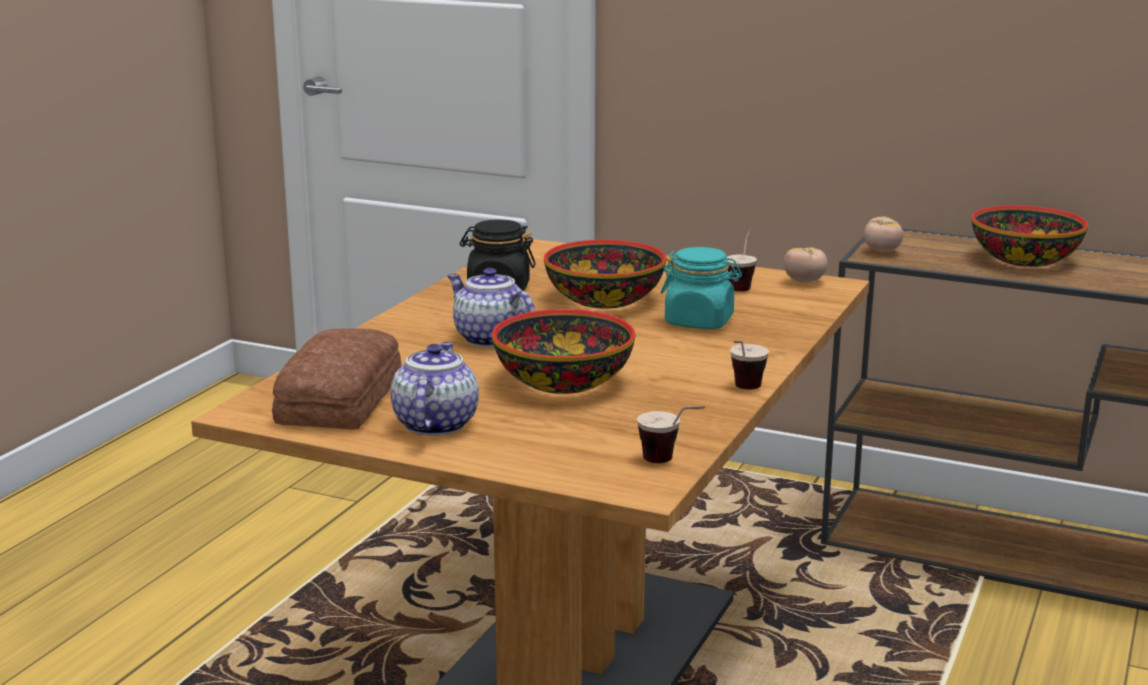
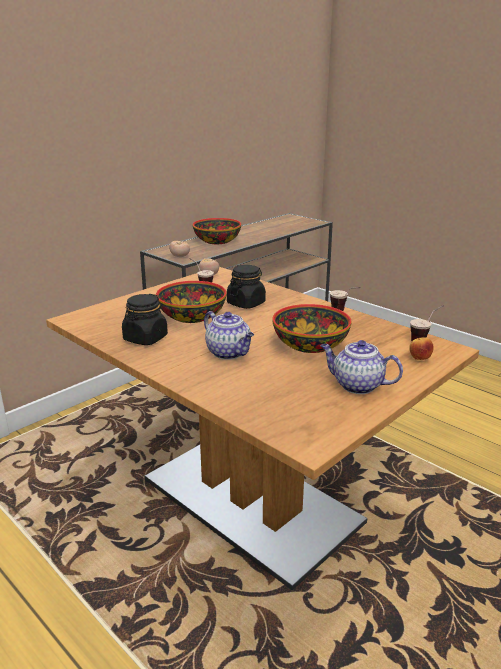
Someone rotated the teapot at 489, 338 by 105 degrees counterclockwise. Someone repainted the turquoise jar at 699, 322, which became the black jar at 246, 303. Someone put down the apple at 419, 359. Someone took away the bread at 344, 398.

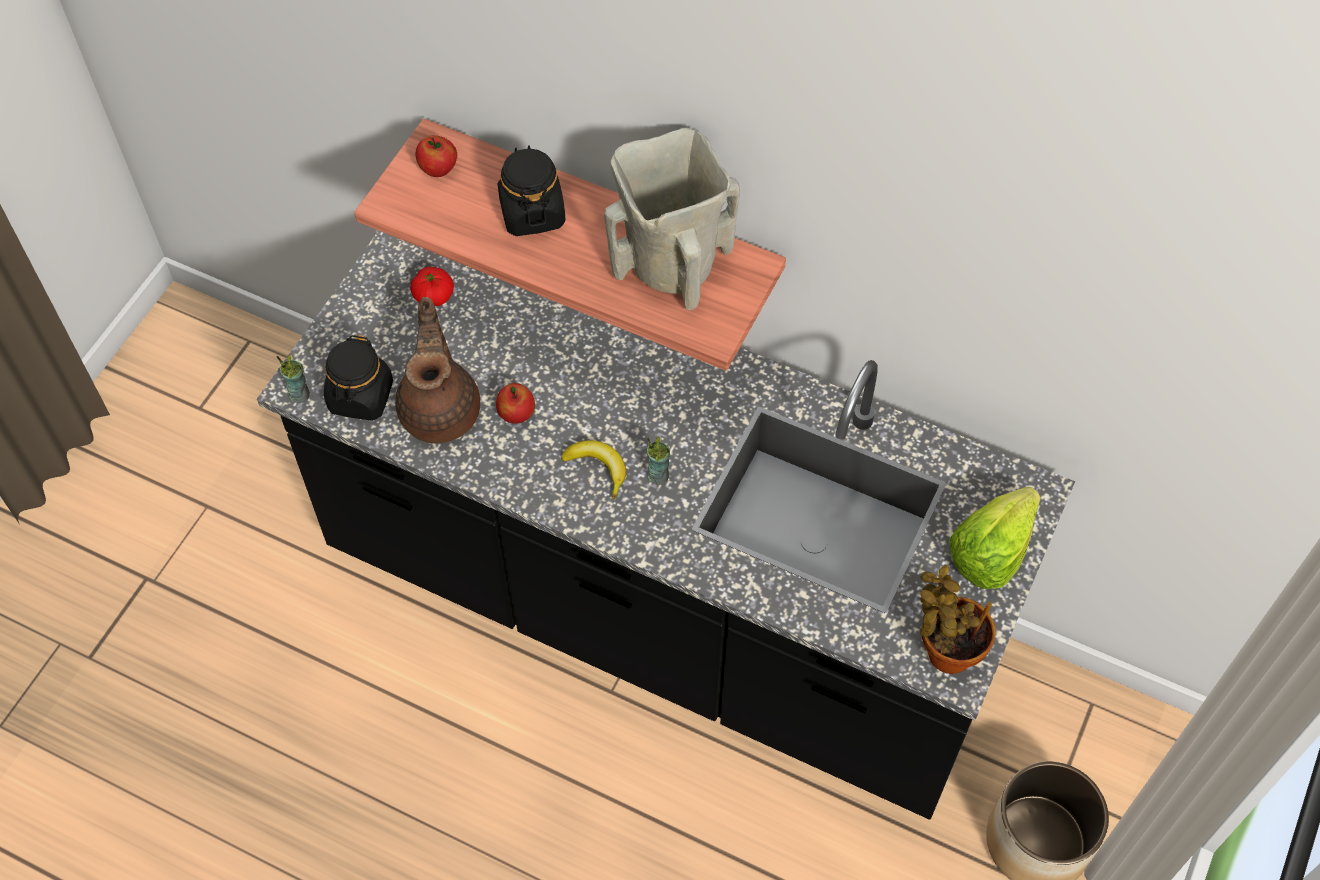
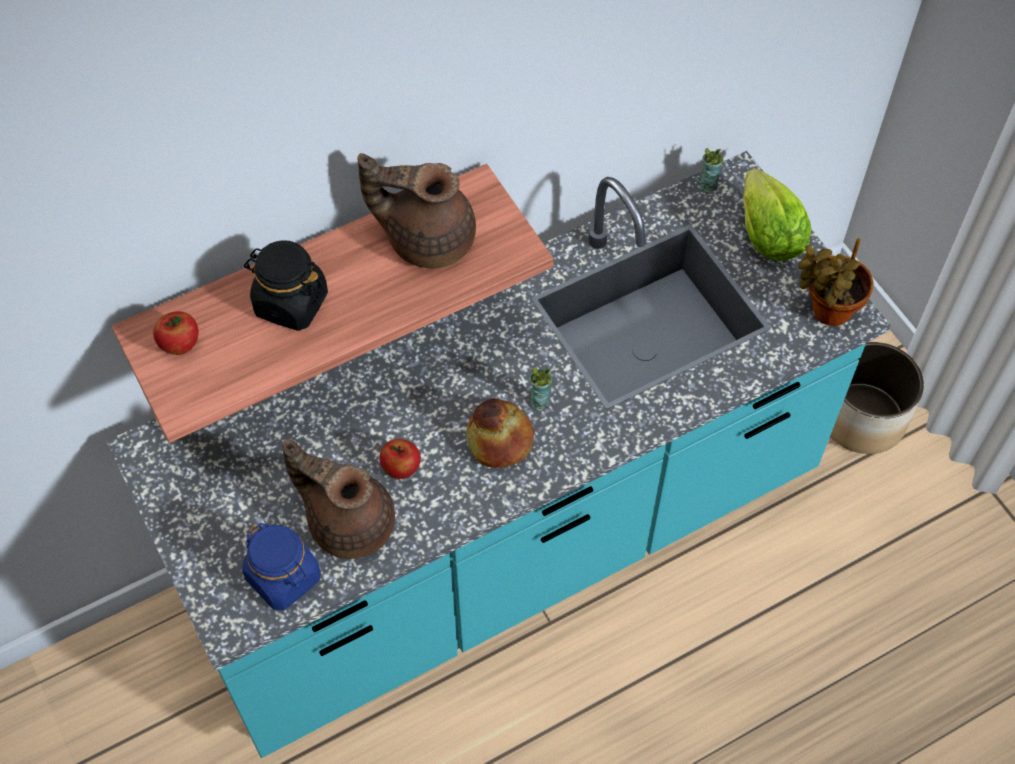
Someone repainted the black counter at 660, 611, which became the turquoise counter at 507, 543. Someone repainted the black jar at 361, 397, which became the blue jar at 284, 578. Someone swapped the beige vase at 671, 262 for the brown teapot at 427, 238. Someone swapped the banana at 598, 468 for the bread at 500, 439. Someone carried the cup from 299, 394 to 707, 185. Someone took away the tomato at 433, 296.

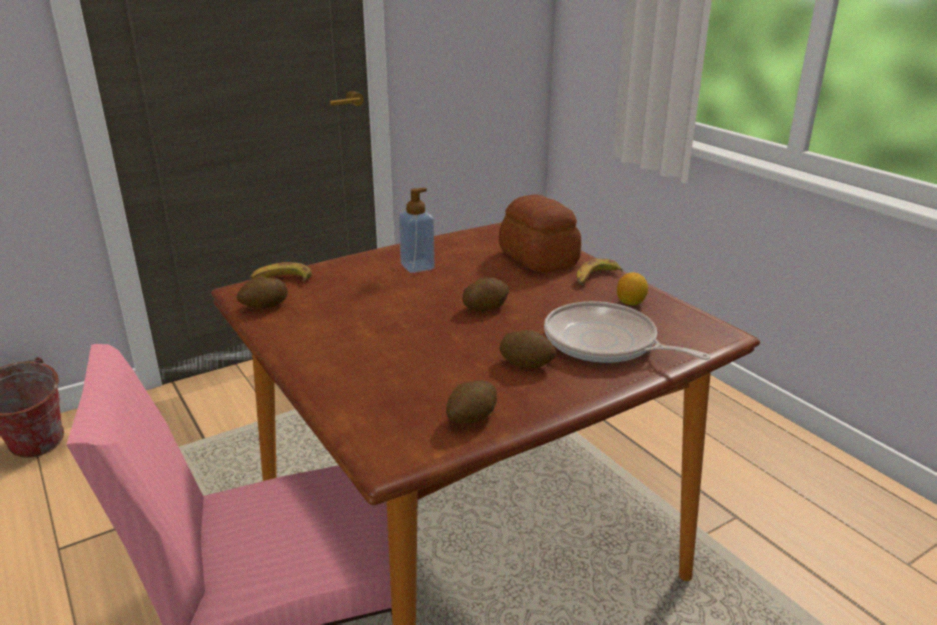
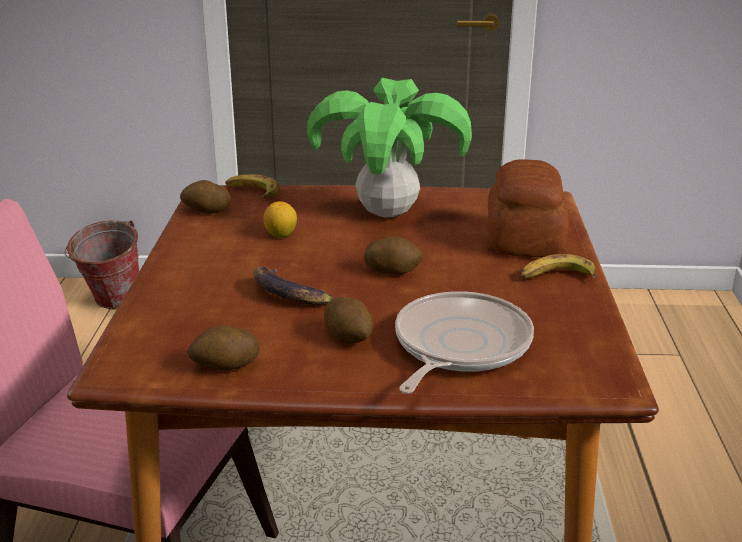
Someone put down the banana at 288, 293. Someone carried the lemon from 630, 303 to 281, 235. Someone swapped the soap dispenser at 417, 266 for the potted plant at 386, 213. Someone rotated the frying pan at 605, 343 by 45 degrees clockwise.

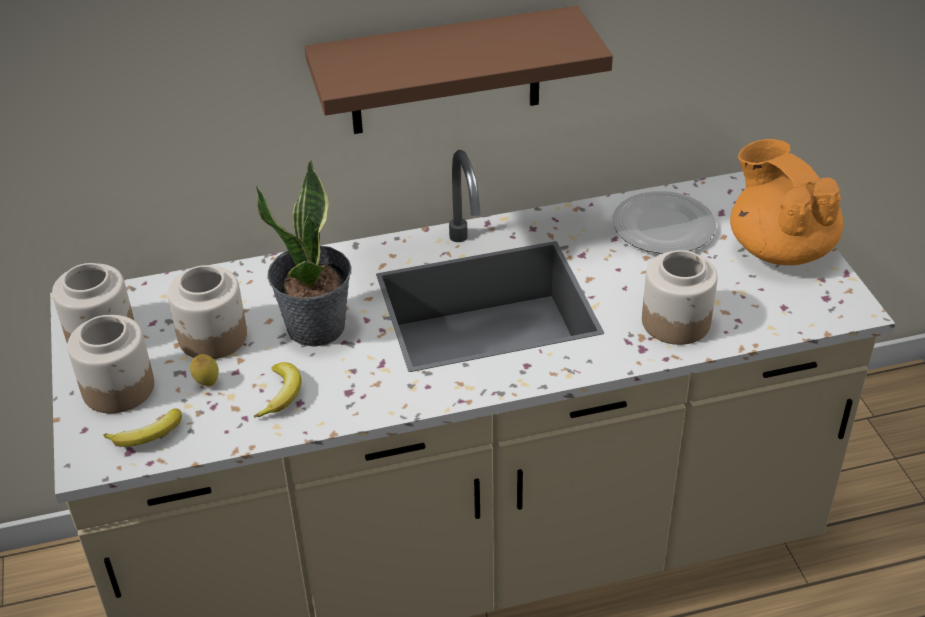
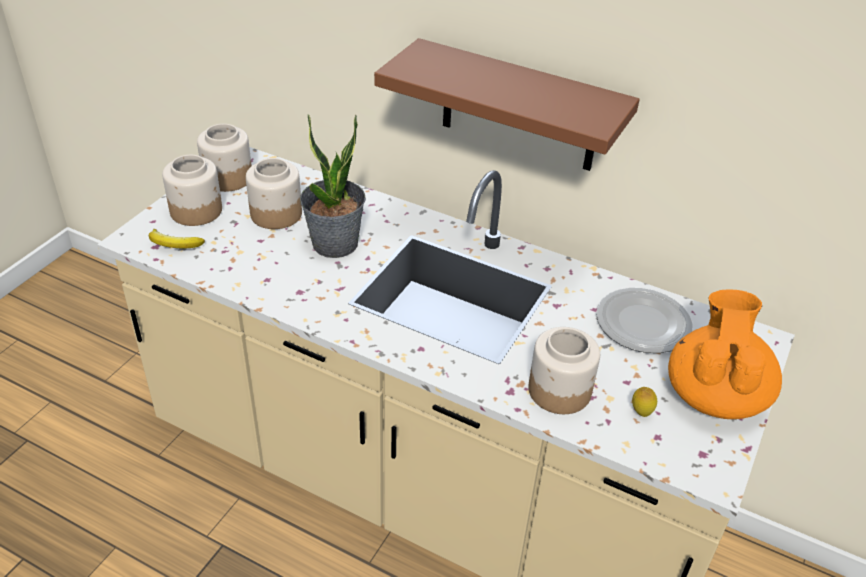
Someone carried the lemon from 207, 383 to 641, 412. Someone took away the banana at 282, 394.

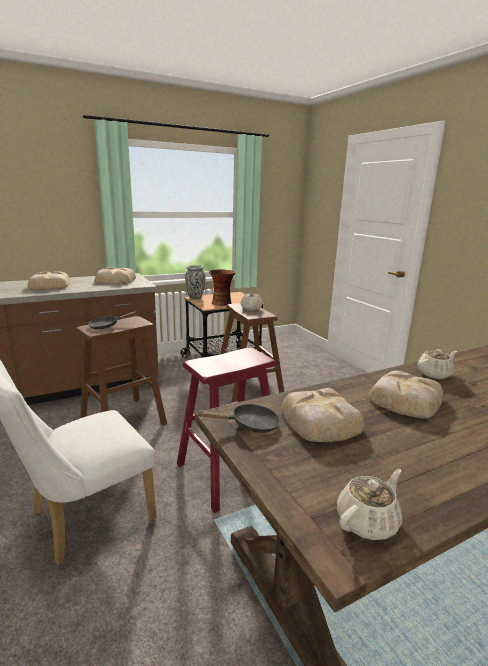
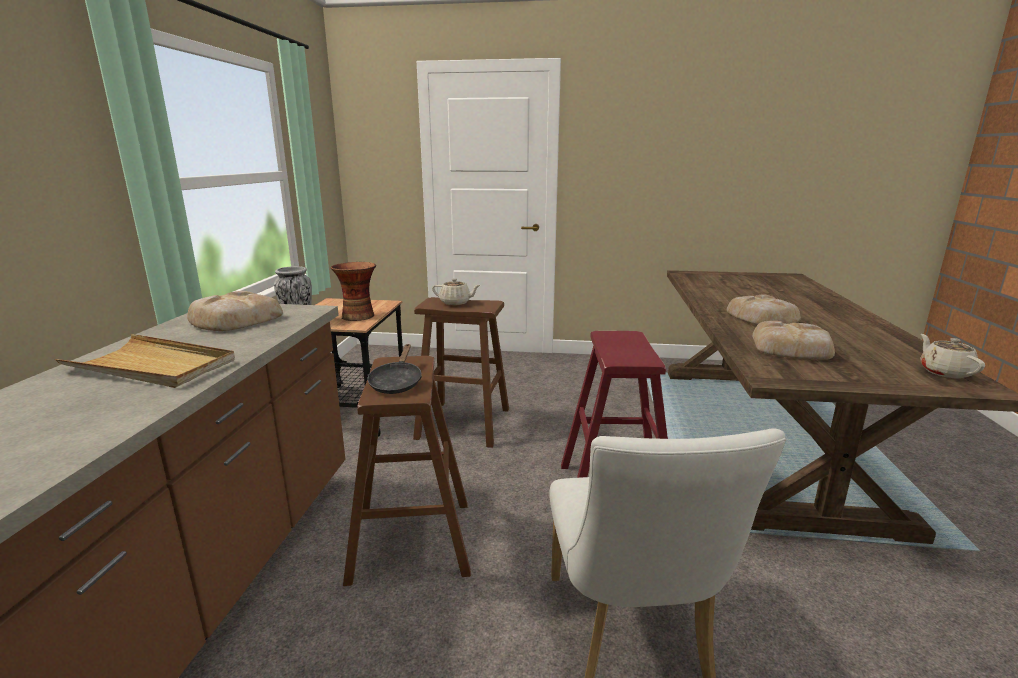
Someone swapped the bread at 49, 286 for the beige tray at 152, 366. Someone took away the black frying pan at 250, 425. Someone took away the beige teapot at 434, 374.

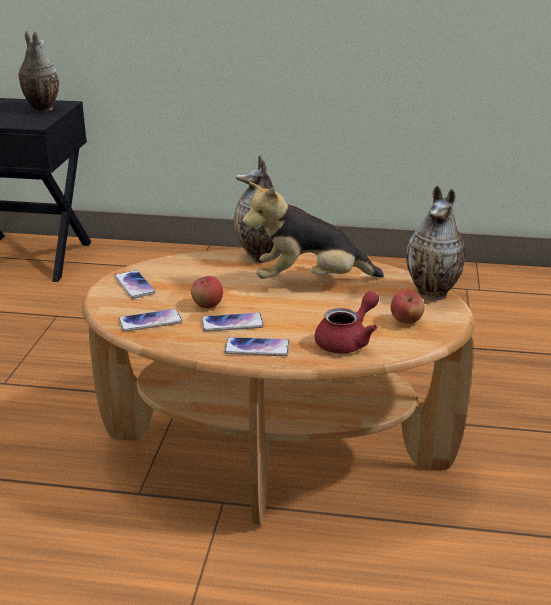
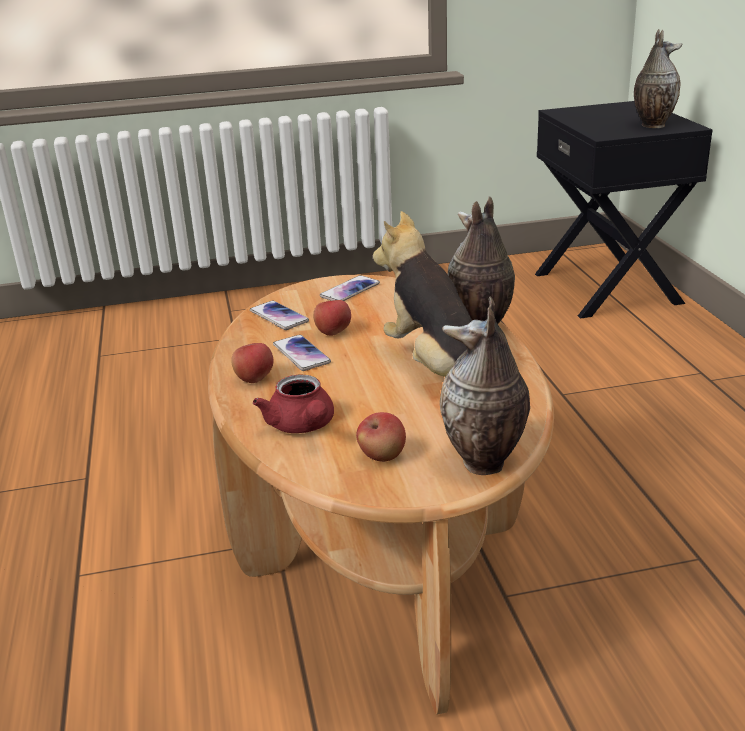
Someone swapped the phone at 257, 348 for the apple at 254, 379. Someone rotated the red teapot at 347, 341 by 45 degrees clockwise.

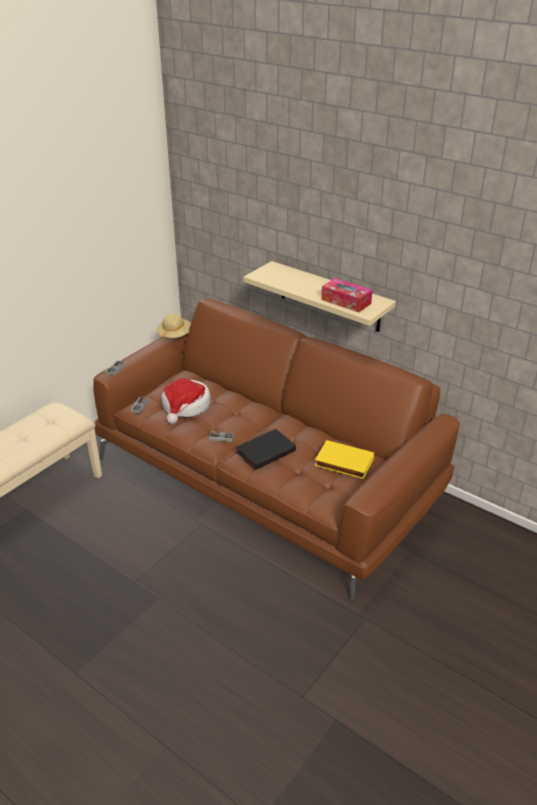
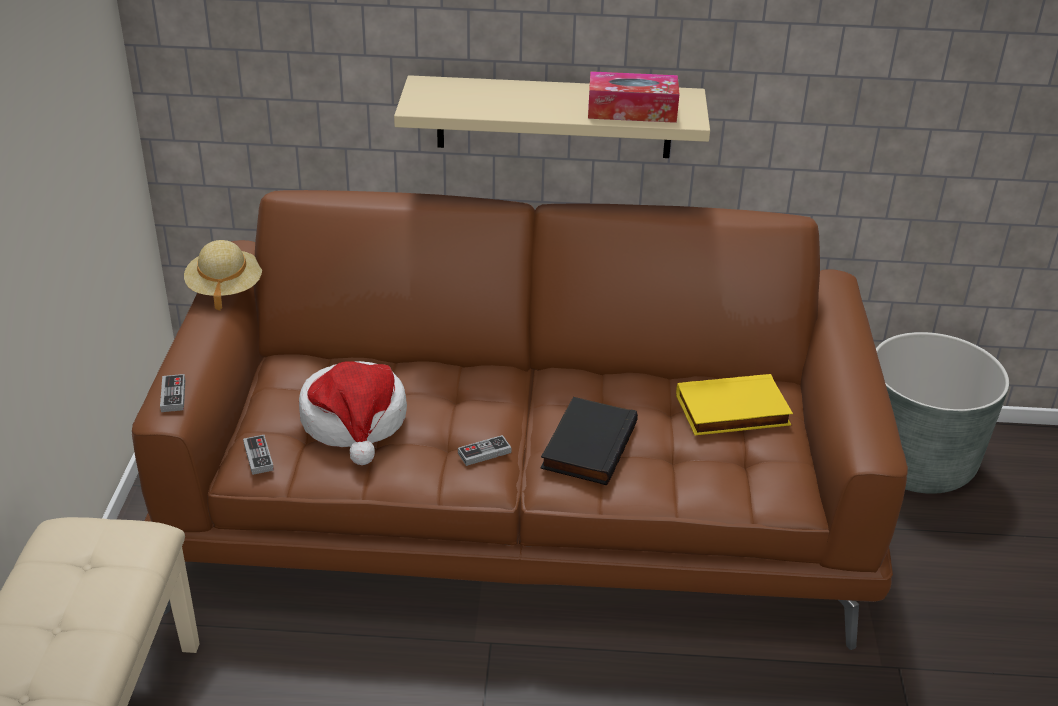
Someone put down the grey planter at 915, 462.

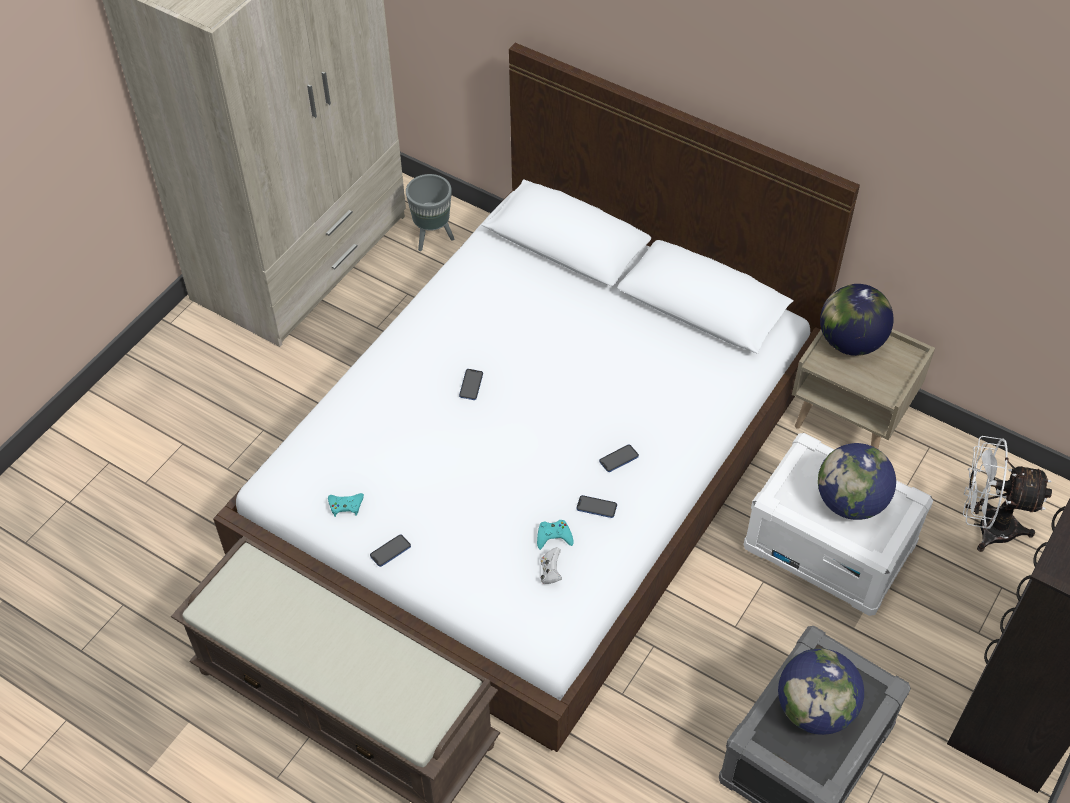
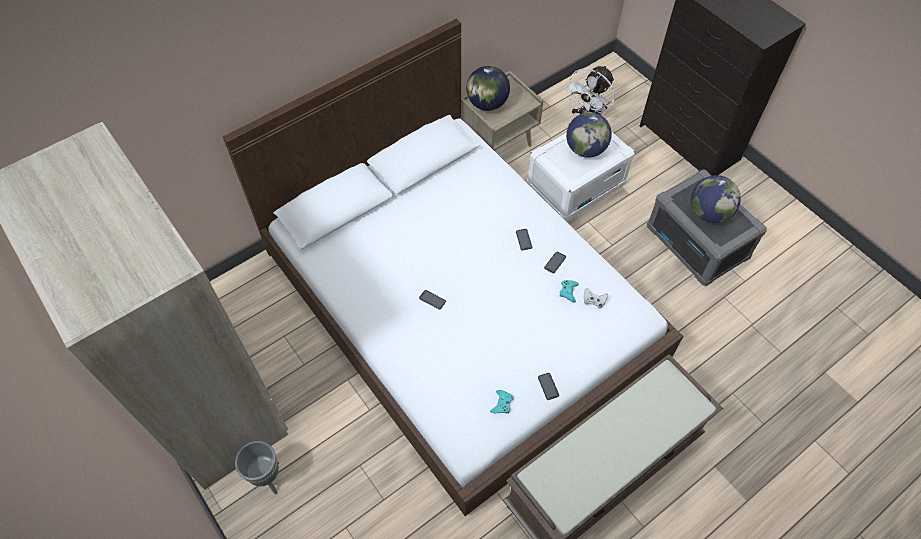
Someone carried the grey planter from 432, 238 to 268, 478.

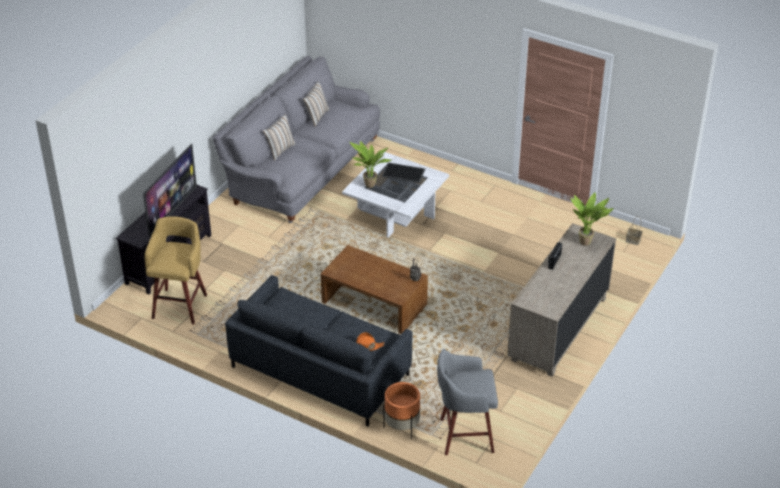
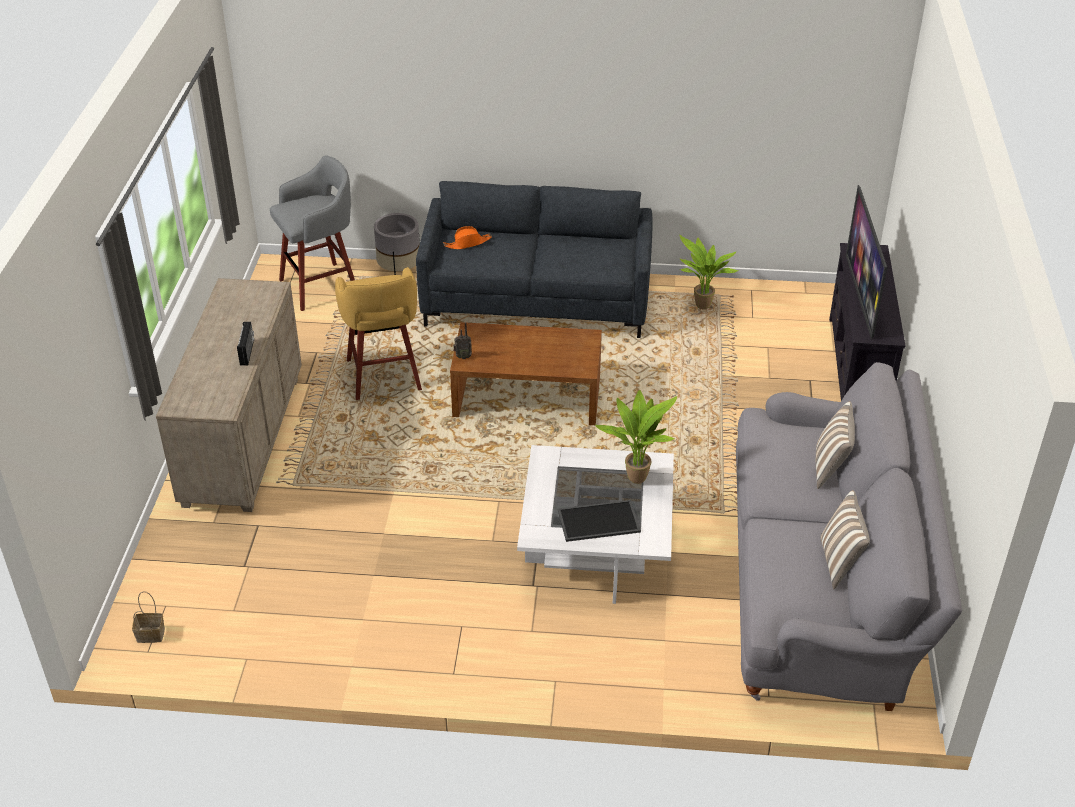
Someone carried the yellow stool from 180, 305 to 384, 377. Someone repainted the orange planter at 402, 427, which became the grey planter at 399, 274. Someone carried the potted plant from 586, 242 to 701, 307.

